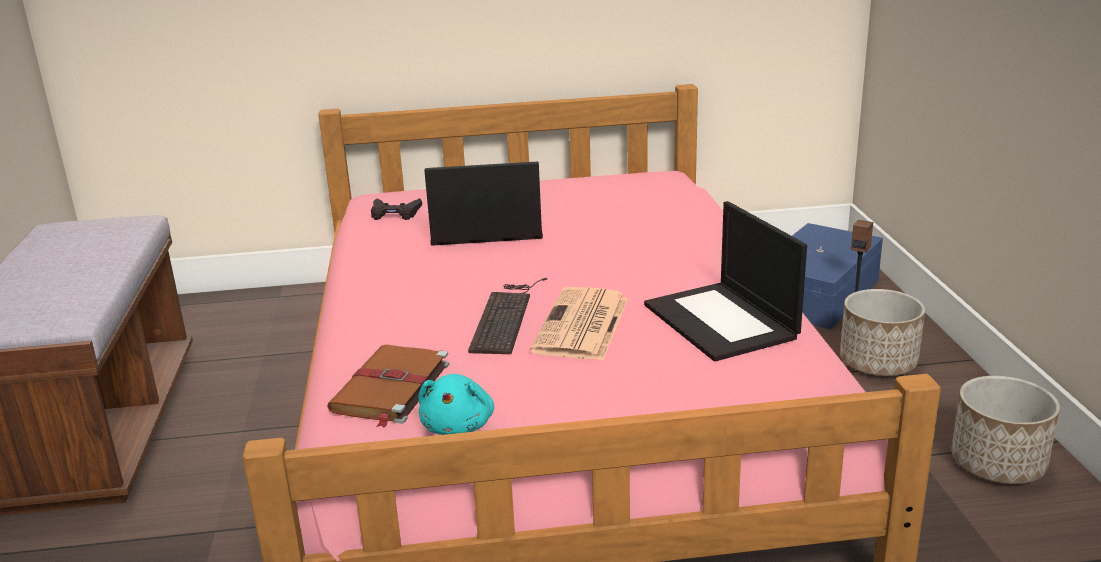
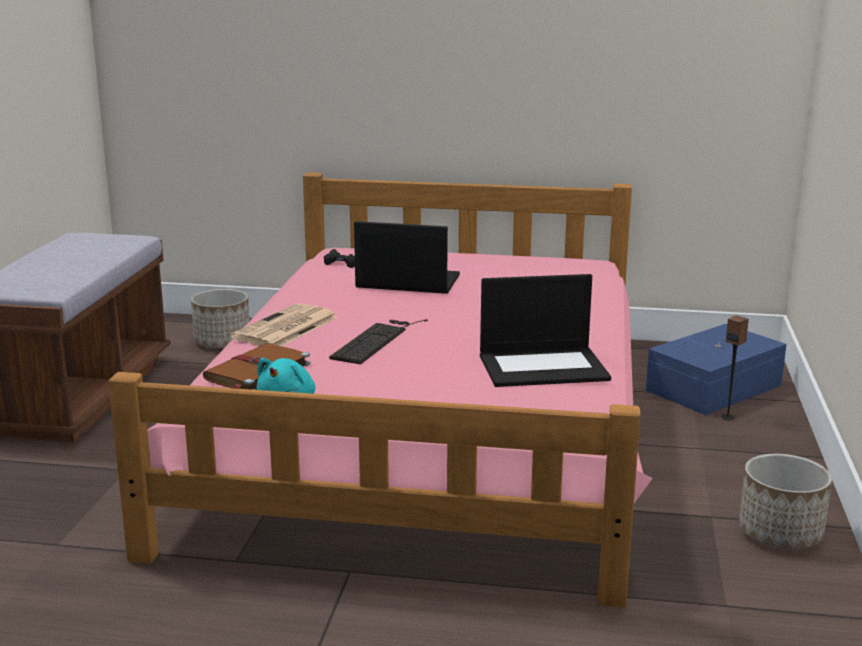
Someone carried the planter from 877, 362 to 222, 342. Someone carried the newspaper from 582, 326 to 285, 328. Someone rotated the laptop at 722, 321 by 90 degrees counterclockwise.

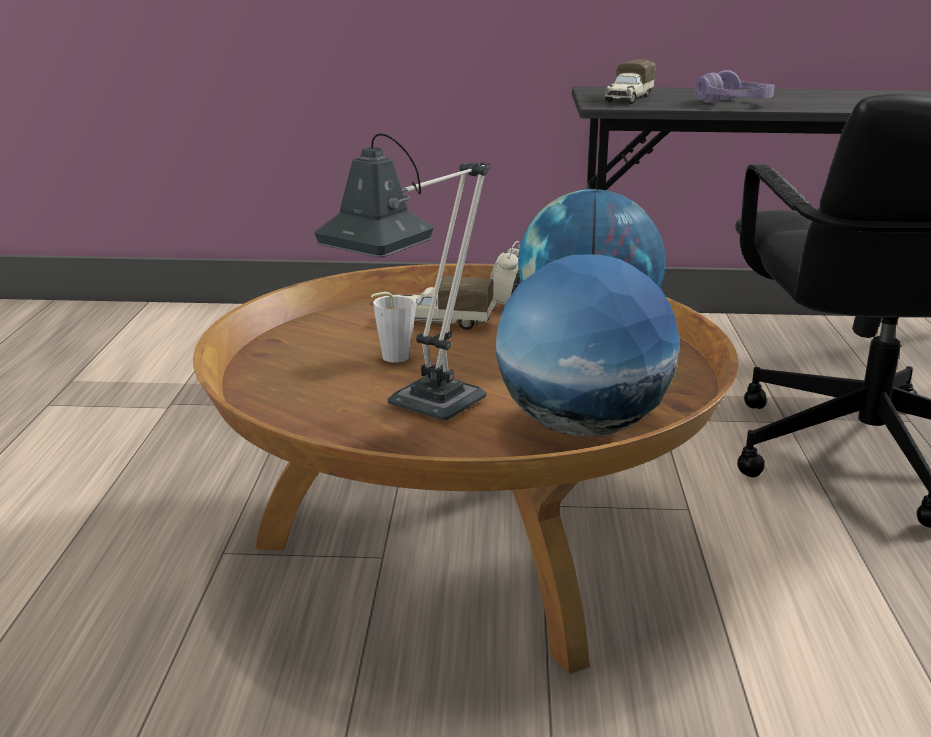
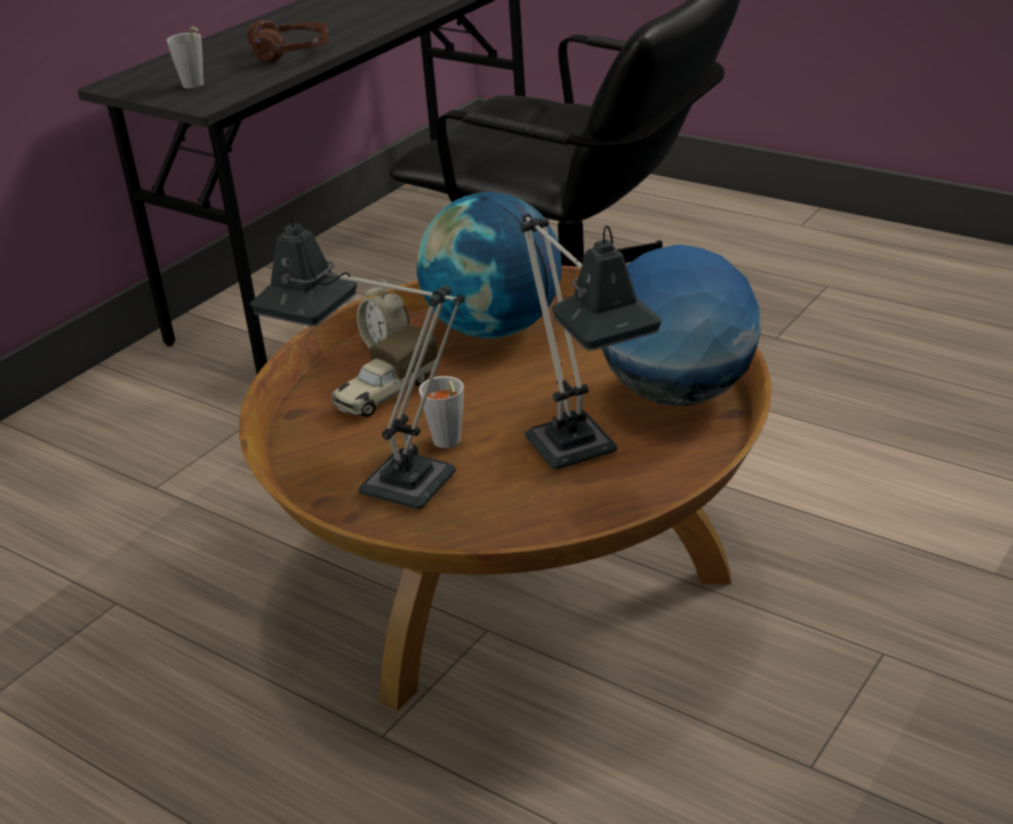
Someone swapped the toy truck at 628, 99 for the grey cup at 195, 86. Someone repainted the purple headphones at 735, 103, which became the brown headphones at 291, 53. Someone put down the table lamp at 388, 479.

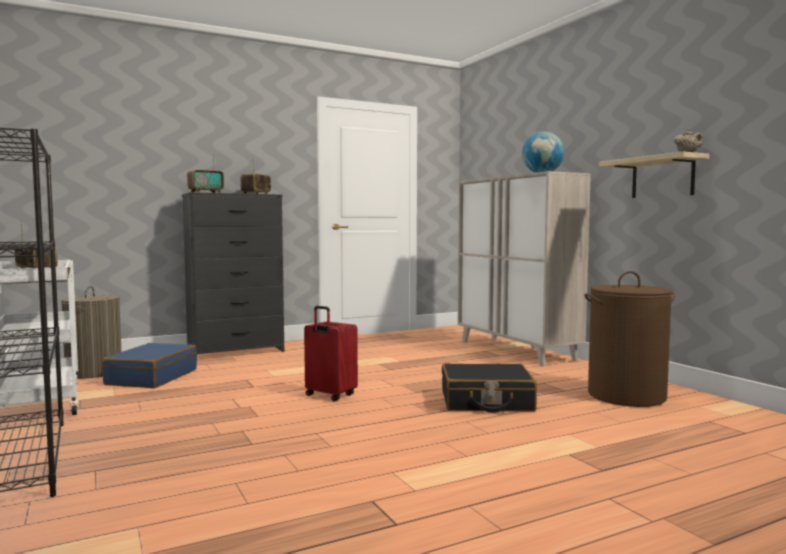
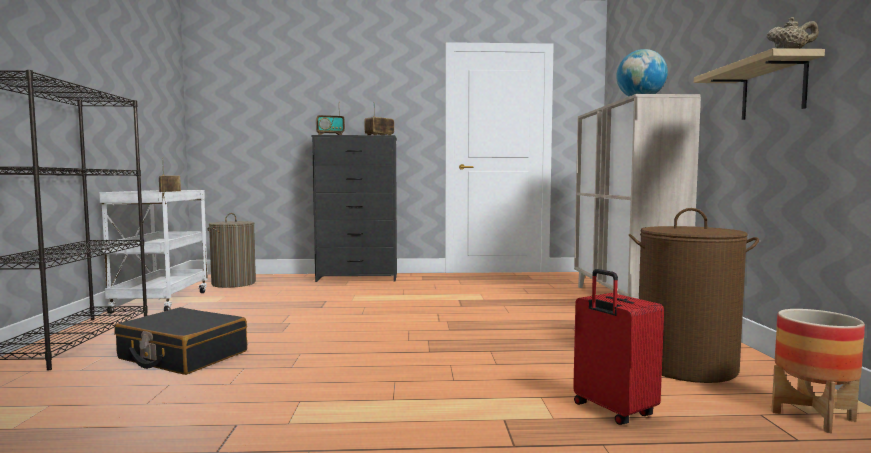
Someone carried the black suitcase from 486, 402 to 182, 356. Someone carried the red suitcase from 329, 396 to 612, 411. Someone put down the planter at 813, 416. Someone took away the blue suitcase at 151, 377.

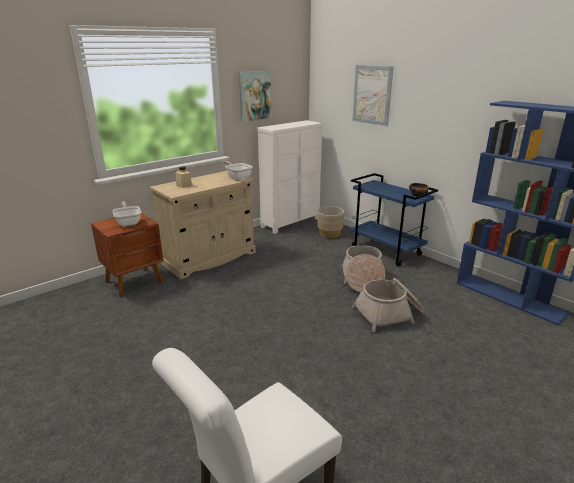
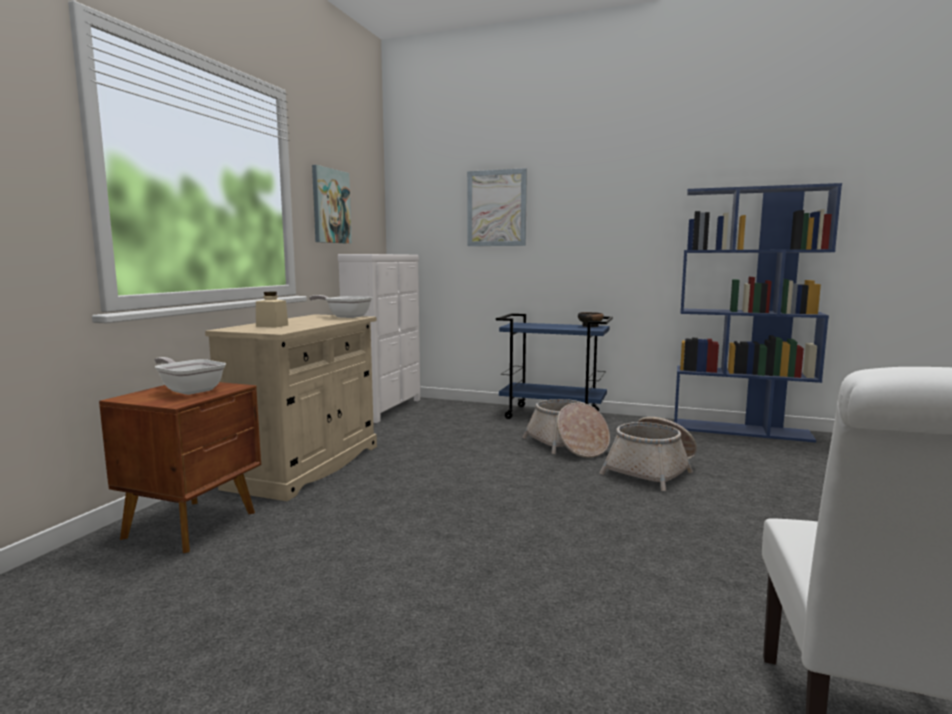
Someone took away the beige planter at 330, 234.

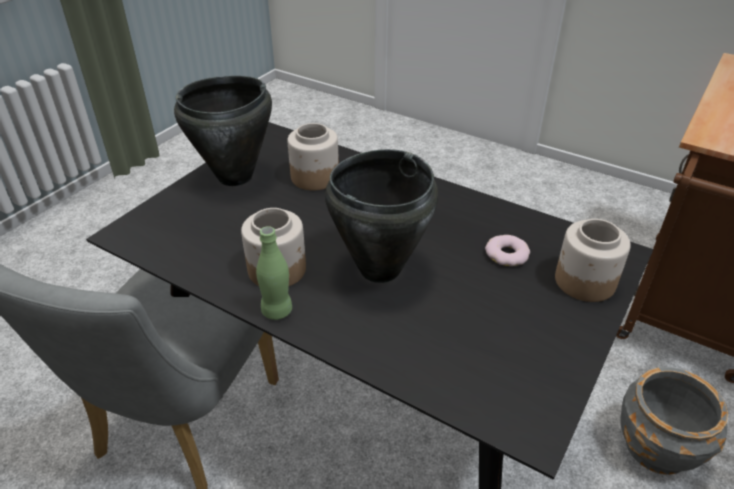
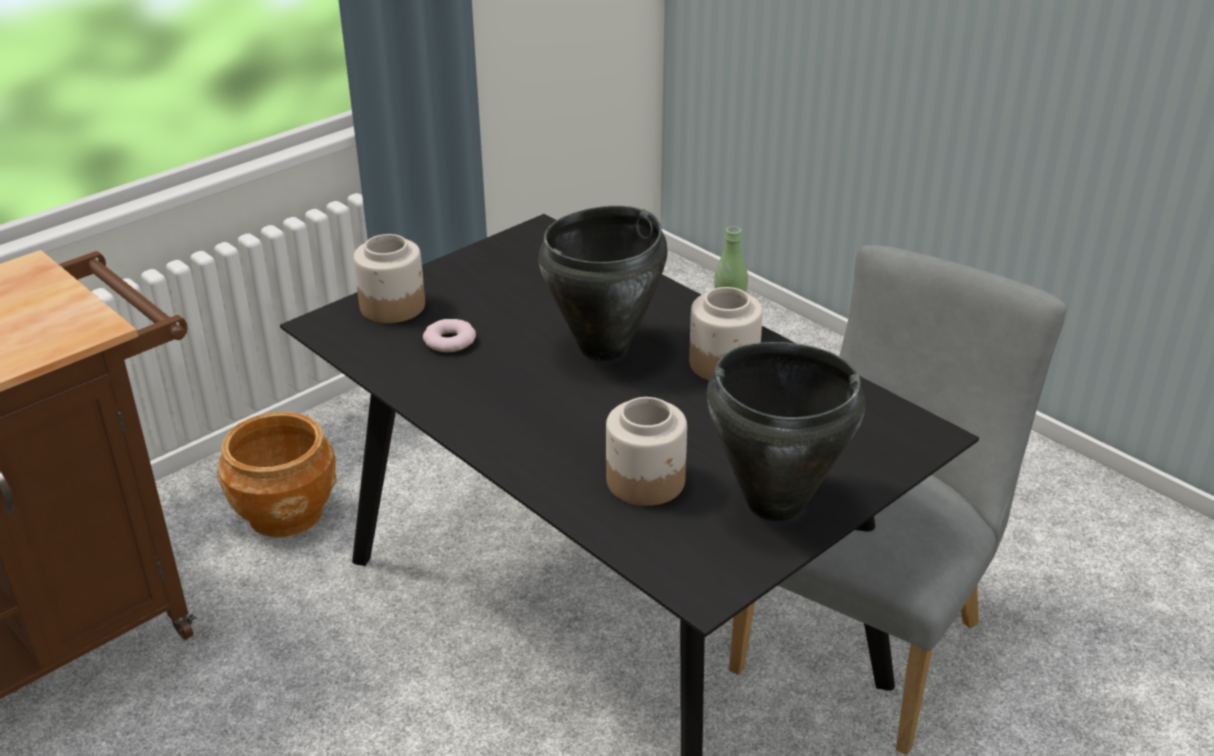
Someone repainted the grey planter at 657, 447, which became the brown planter at 286, 513.

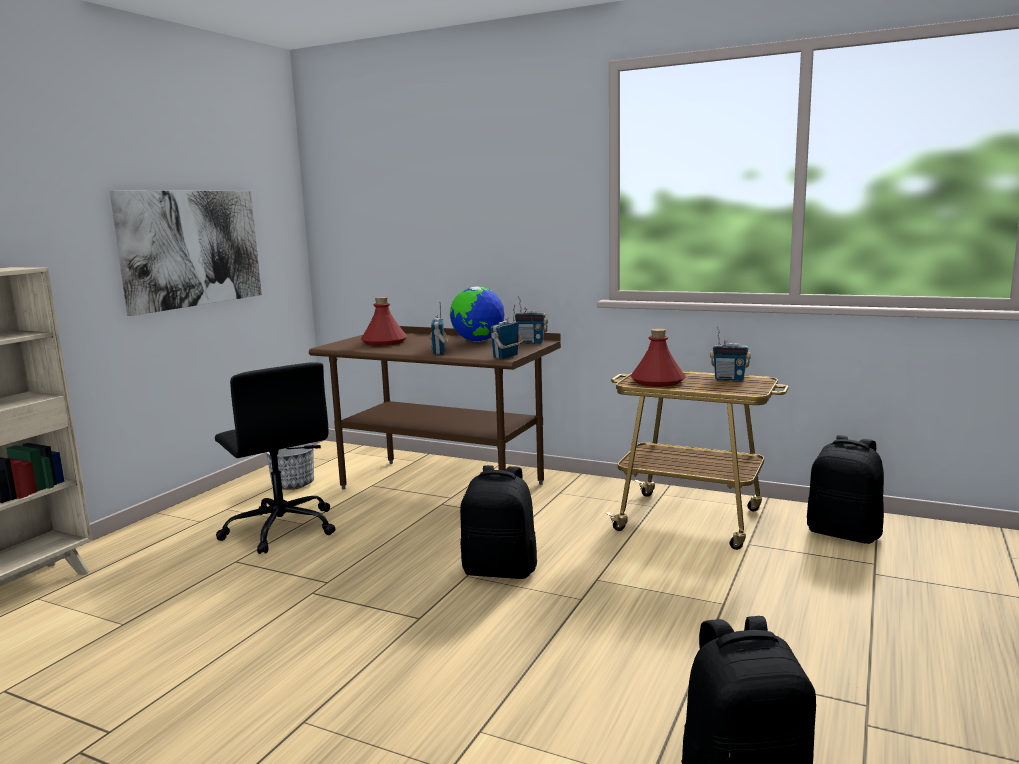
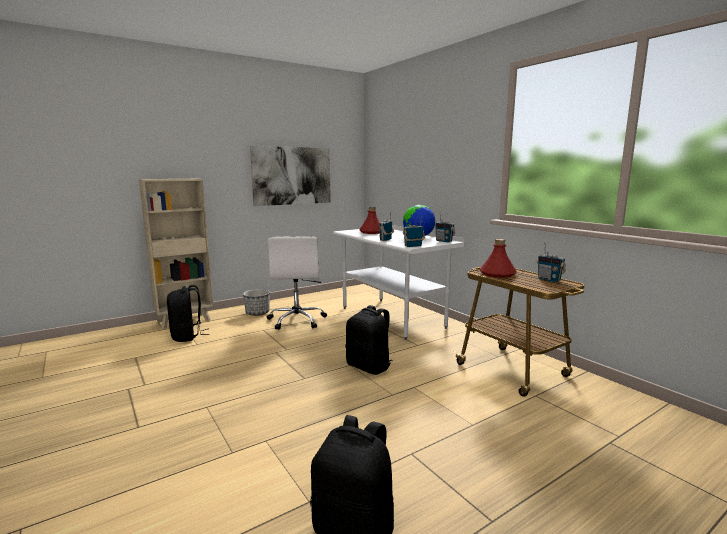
Someone carried the black backpack from 844, 533 to 187, 336. Someone carried the planter from 293, 485 to 257, 313. Someone repainted the black office chair at 281, 528, which became the white office chair at 297, 320. Someone repainted the brown desk at 442, 486, which became the white desk at 392, 317.

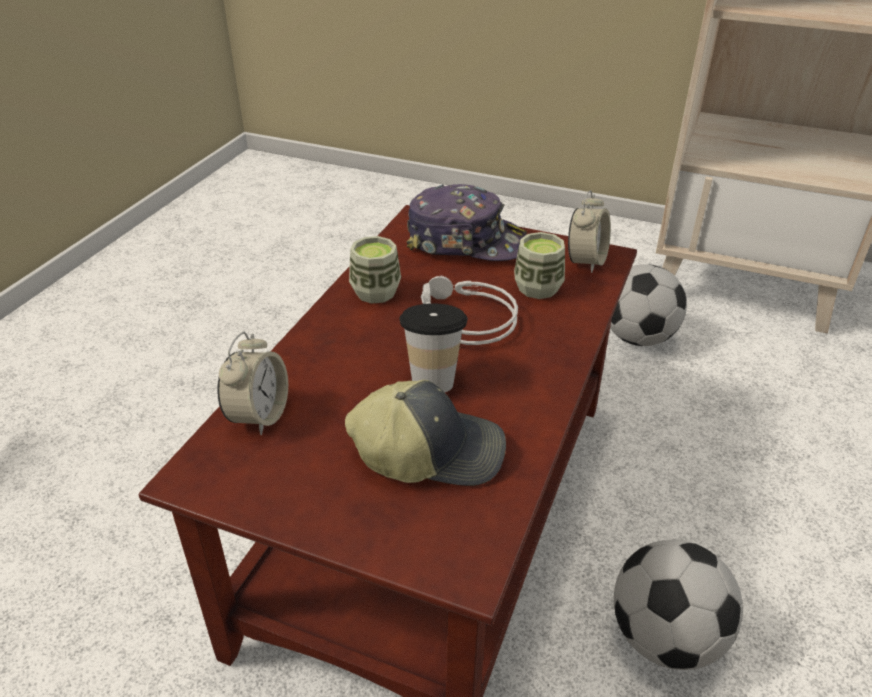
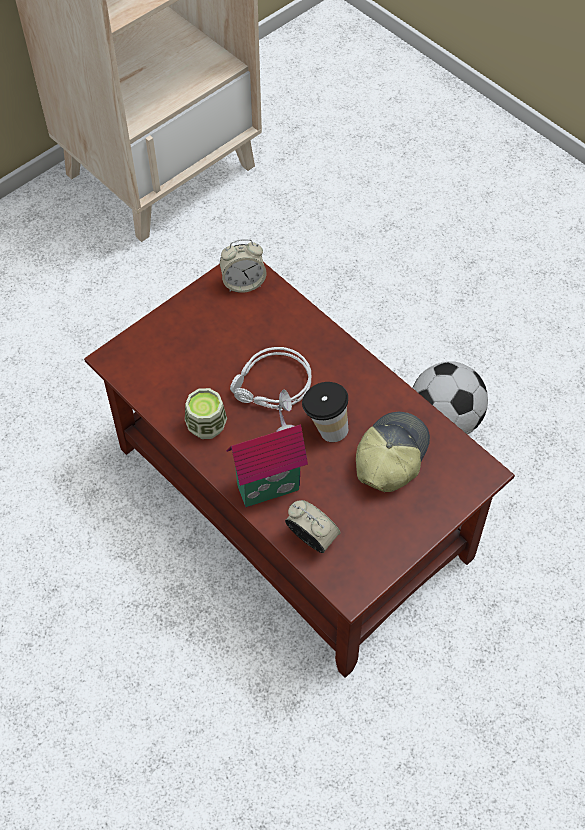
Someone rotated the alarm clock at 586, 261 by 120 degrees clockwise. Someone put down the toy house at 267, 484. Someone took away the cap at 466, 242. Someone took away the cup at 538, 288. Someone took away the football at 638, 337.

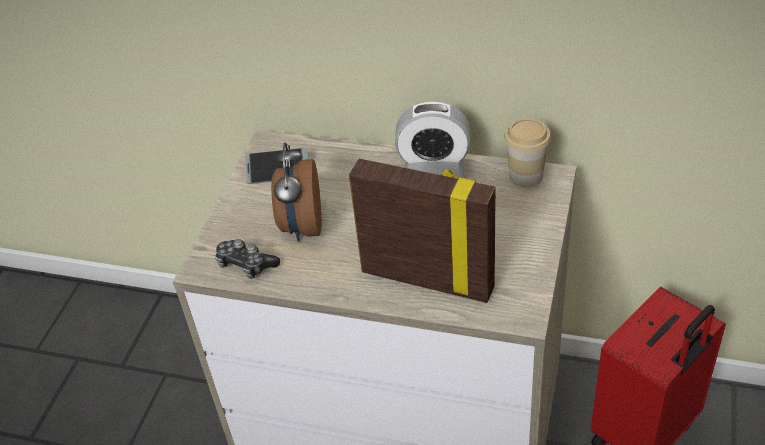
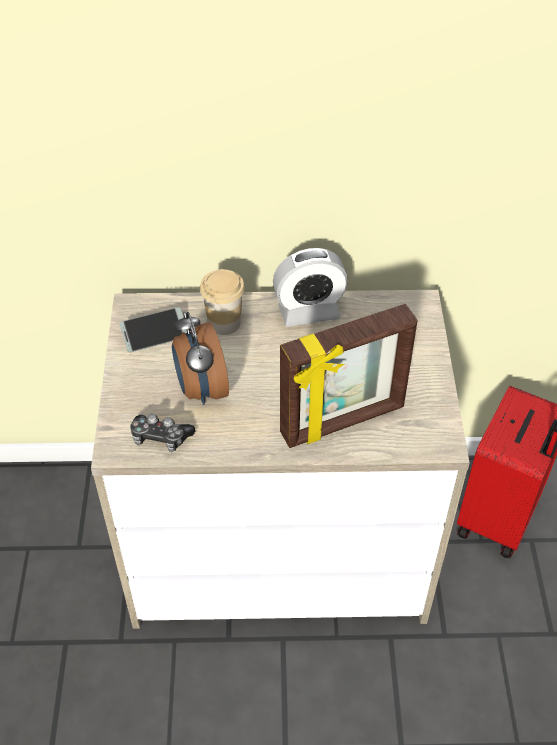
Someone carried the cup from 525, 176 to 224, 323. Someone rotated the picture frame at 428, 278 by 150 degrees clockwise.

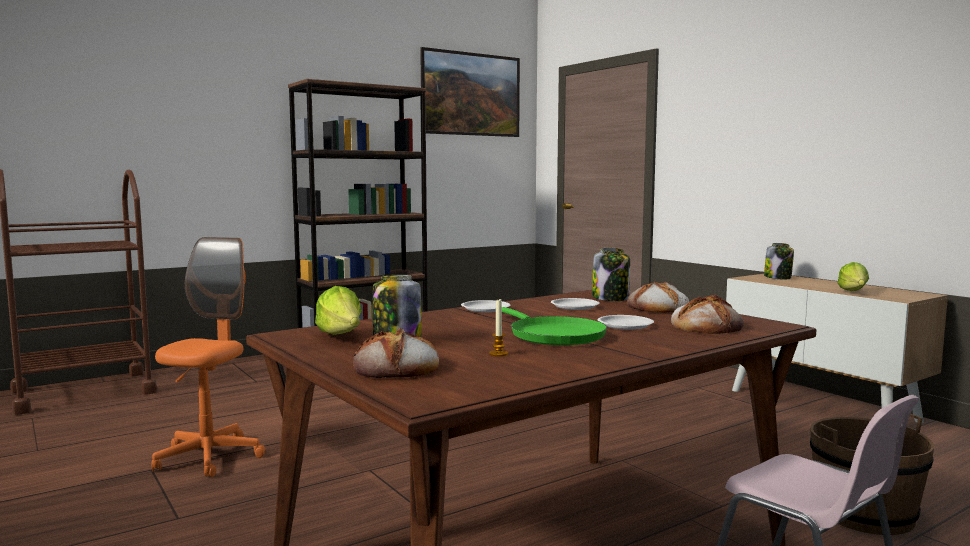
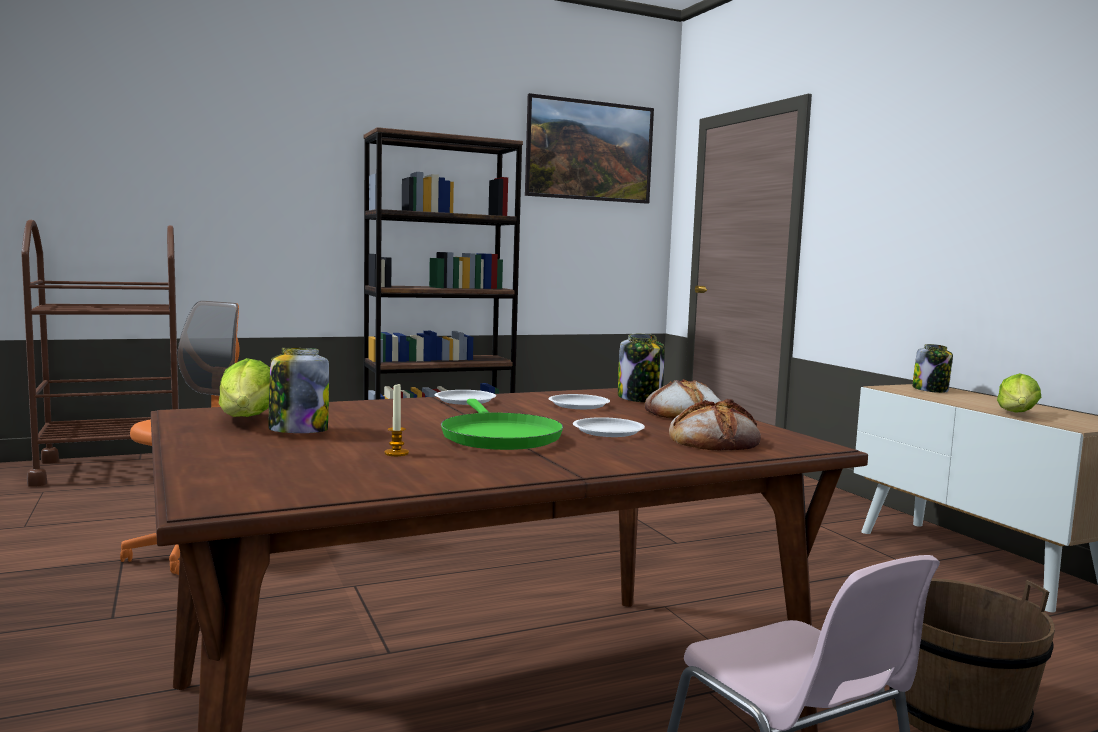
Someone took away the bread at 398, 368.

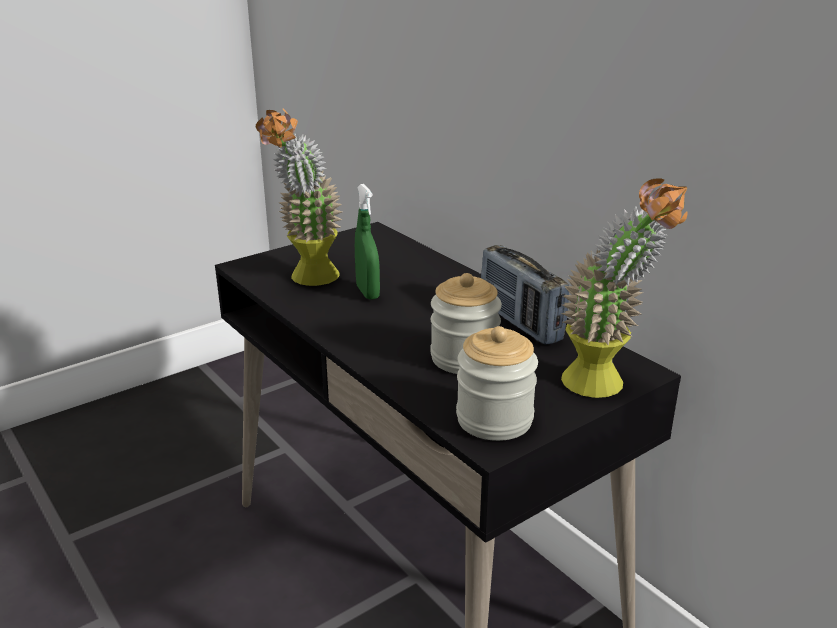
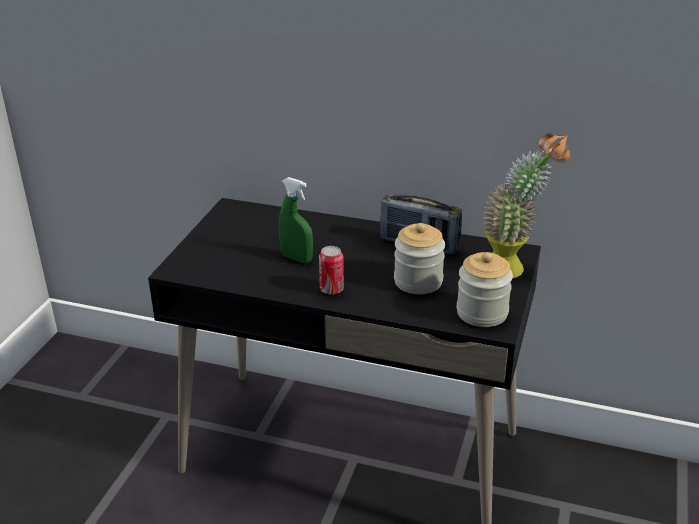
Someone put down the can at 331, 290. Someone took away the potted plant at 308, 281.

